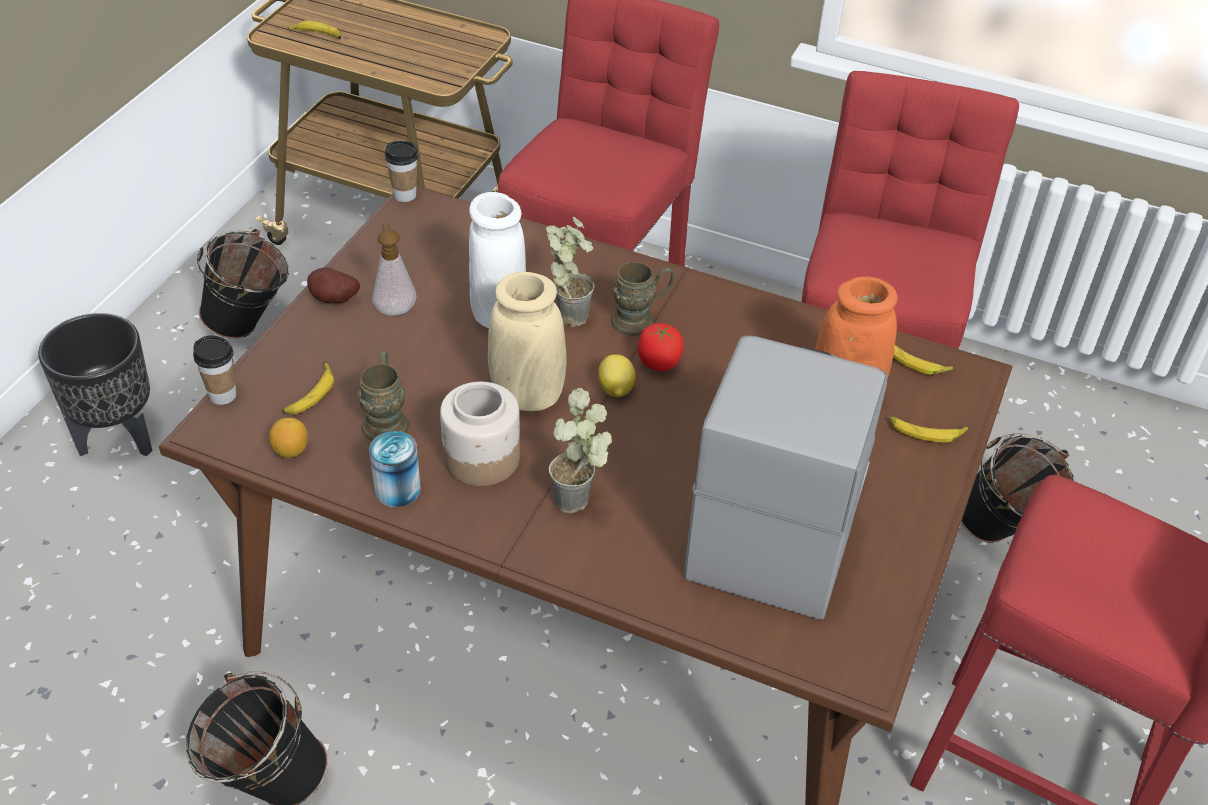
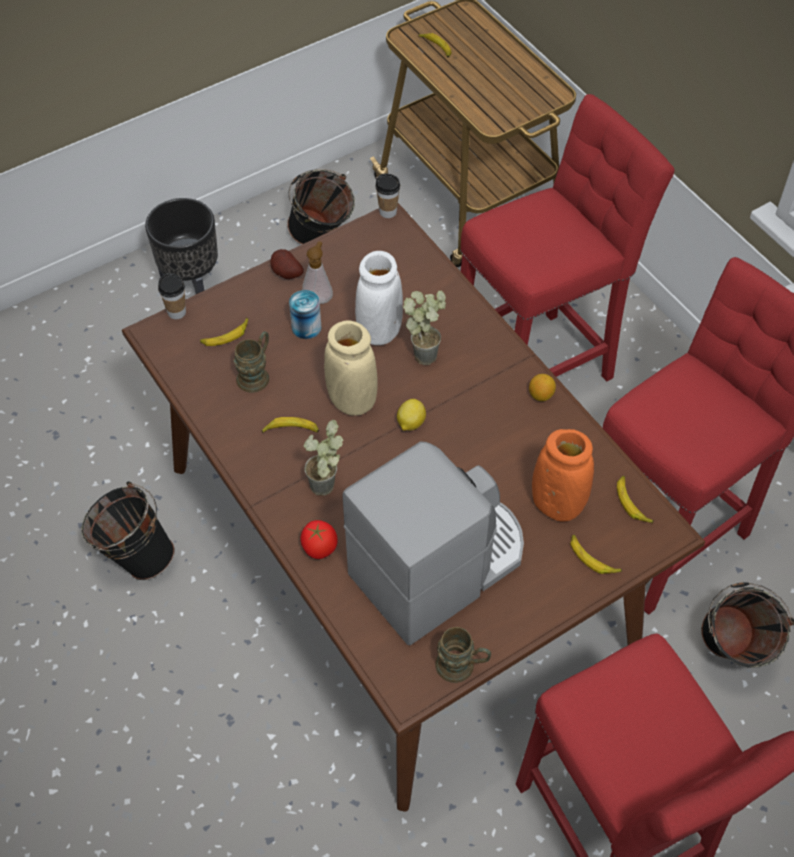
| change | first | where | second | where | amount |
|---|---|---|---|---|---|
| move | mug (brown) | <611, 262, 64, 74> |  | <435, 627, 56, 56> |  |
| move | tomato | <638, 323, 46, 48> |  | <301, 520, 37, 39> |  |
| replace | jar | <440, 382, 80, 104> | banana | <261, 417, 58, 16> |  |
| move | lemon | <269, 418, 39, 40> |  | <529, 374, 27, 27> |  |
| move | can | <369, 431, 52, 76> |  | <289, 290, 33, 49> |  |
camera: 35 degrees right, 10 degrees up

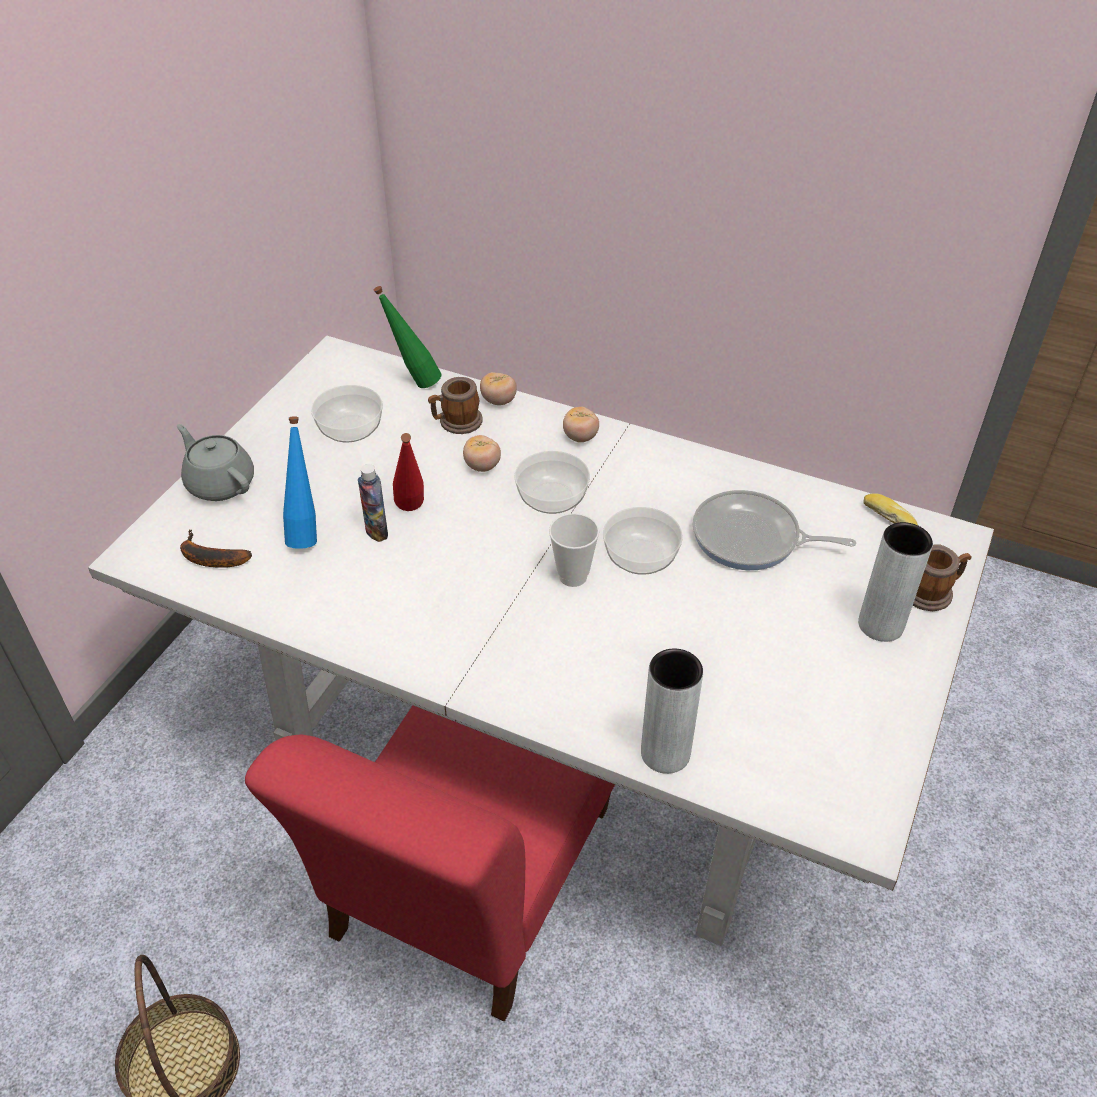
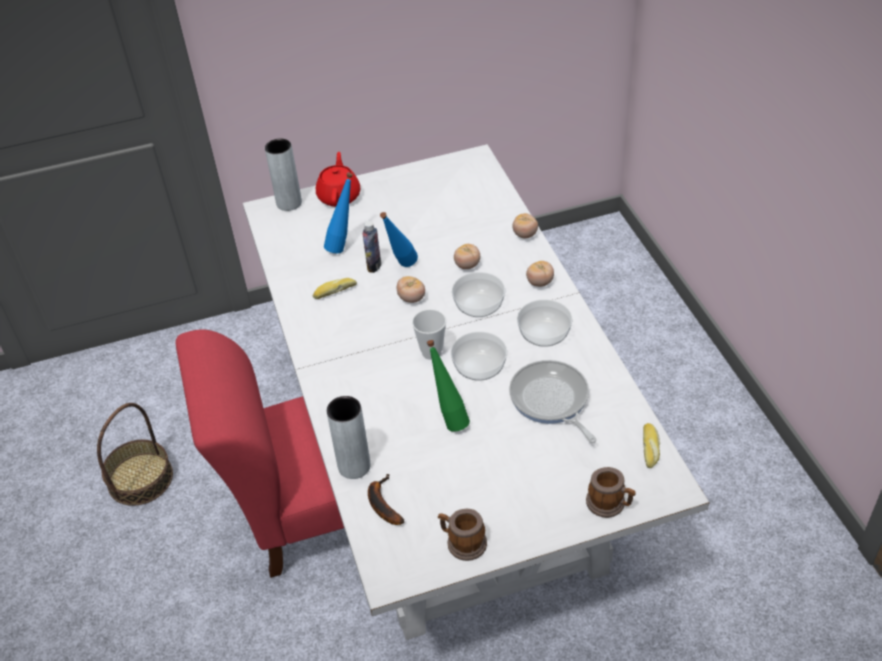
| change | first | where | second | where | amount |
|---|---|---|---|---|---|
| move | bottle (green) | <374, 286, 67, 102> |  | <427, 340, 43, 92> |  |
| move | mug | <428, 377, 55, 57> |  | <438, 509, 49, 52> |  |
| move | bowl | <311, 385, 72, 57> |  | <517, 300, 55, 47> |  |
| recolor | teapot (grey) | <177, 424, 77, 77> | teapot (red) | <316, 152, 44, 55> |  |
| recolor | bottle (red) | <393, 433, 31, 78> | bottle (blue) | <380, 212, 38, 55> |  |
| move | vase (grey) | <858, 522, 75, 120> |  | <265, 138, 37, 73> |  |
| move | banana | <180, 529, 72, 39> |  | <368, 474, 36, 51> |  |
| insert |  |  | tomato | <397, 276, 28, 27> |  |
| insert |  |  | bread | <312, 278, 45, 21> |  |
camera: 50 degrees right, 0 degrees up

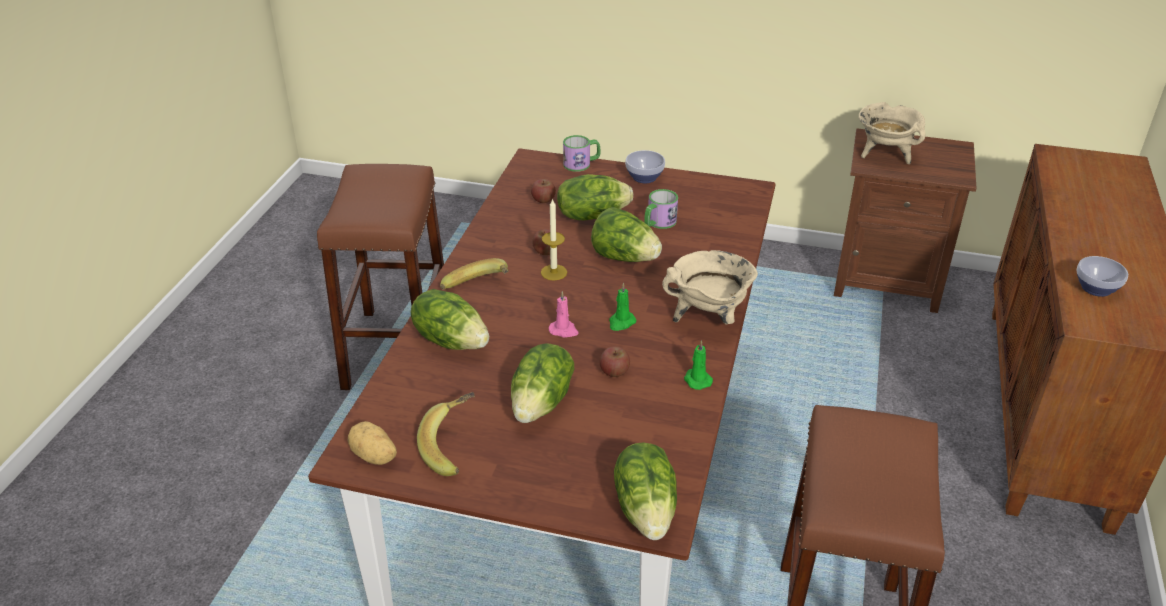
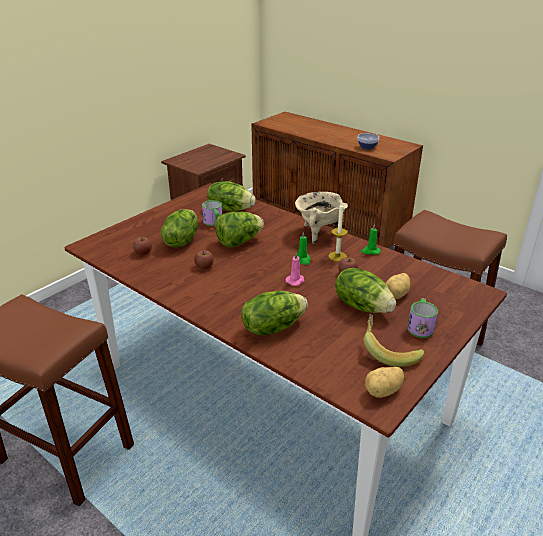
| change | first | where | second | where | amount |
|---|---|---|---|---|---|
| delete | cooking pot (beige) | <859, 102, 67, 62> |  |  |  |
| move | mug | <563, 135, 38, 37> |  | <407, 298, 31, 40> |  |
| delete | bowl | <625, 150, 40, 33> |  |  |  |
| move | candle | <541, 198, 26, 83> |  | <328, 203, 20, 58> |  |
| delete | banana | <440, 258, 69, 31> |  |  |  |
| move | lettuce | <614, 442, 63, 98> |  | <207, 181, 48, 30> |  |
| insert |  |  | potato | <385, 273, 25, 26> |  |
camera: 65 degrees left, 5 degrees down

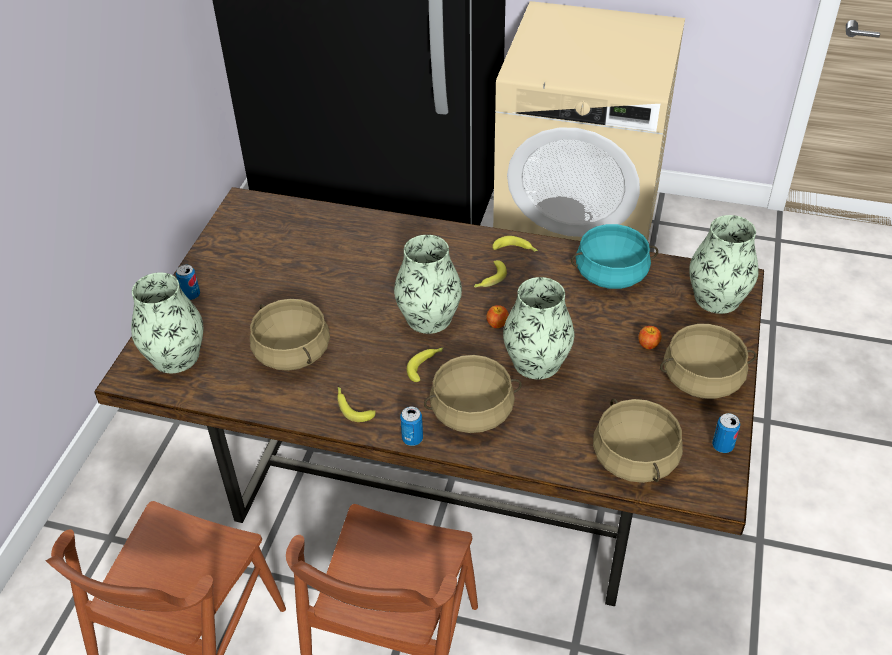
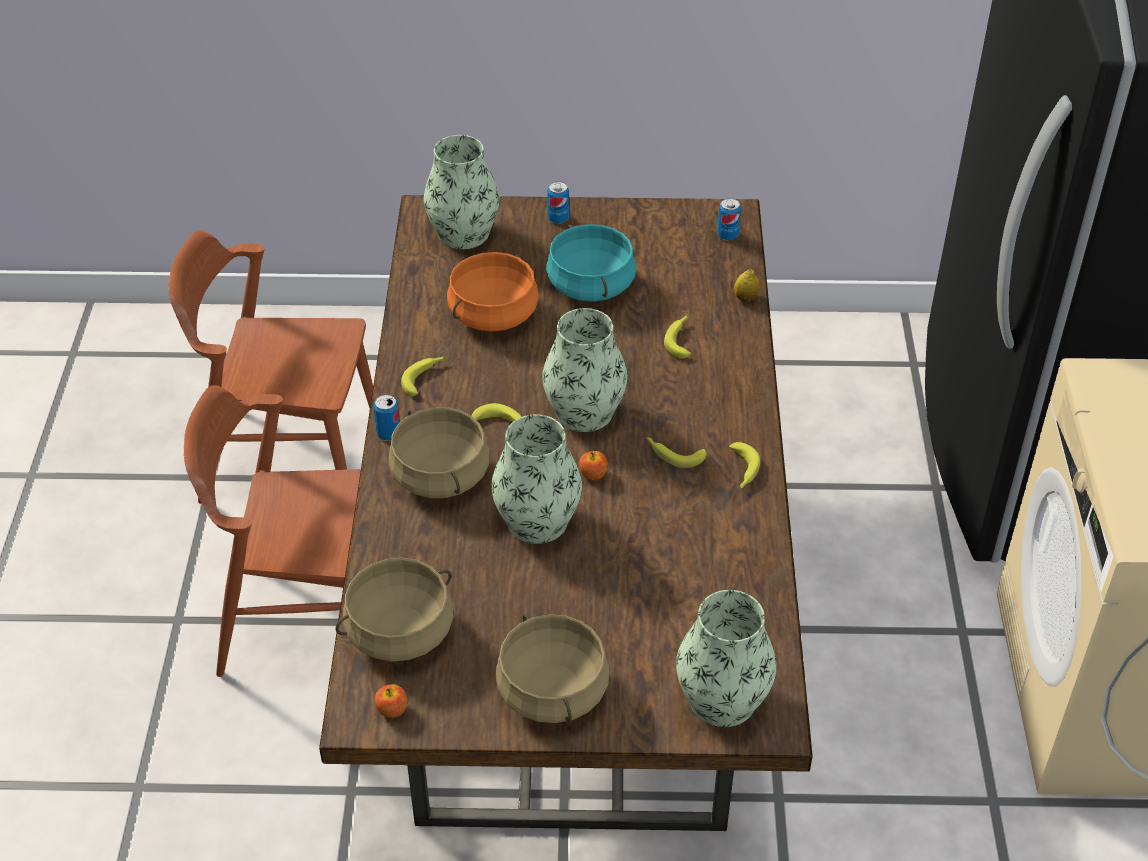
| change | first | where | second | where | amount |
|---|---|---|---|---|---|
| move | cooking pot (turquoise) | <571, 224, 87, 65> |  | <546, 224, 90, 78> |  |
| recolor | cooking pot (beige) | <250, 299, 80, 72> | cooking pot (orange) | <447, 252, 92, 80> |  |
| move | apple | <638, 326, 24, 23> |  | <375, 684, 32, 34> |  |
| move | can | <712, 413, 28, 40> |  | <717, 198, 24, 43> |  |
| insert |  |  | lemon | <734, 269, 26, 33> |  |
| insert |  |  | banana | <664, 315, 27, 43> |  |
camera: 75 degrees right, 0 degrees up

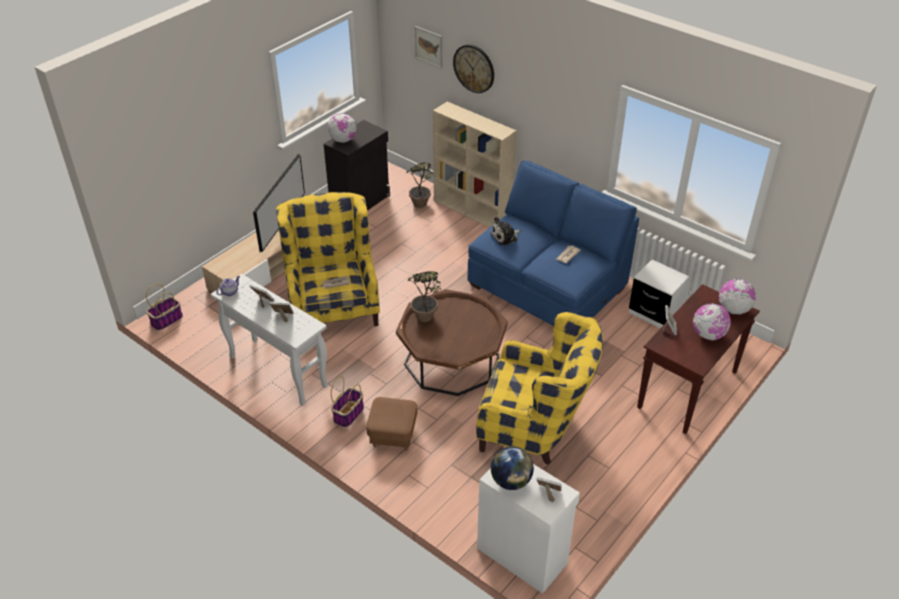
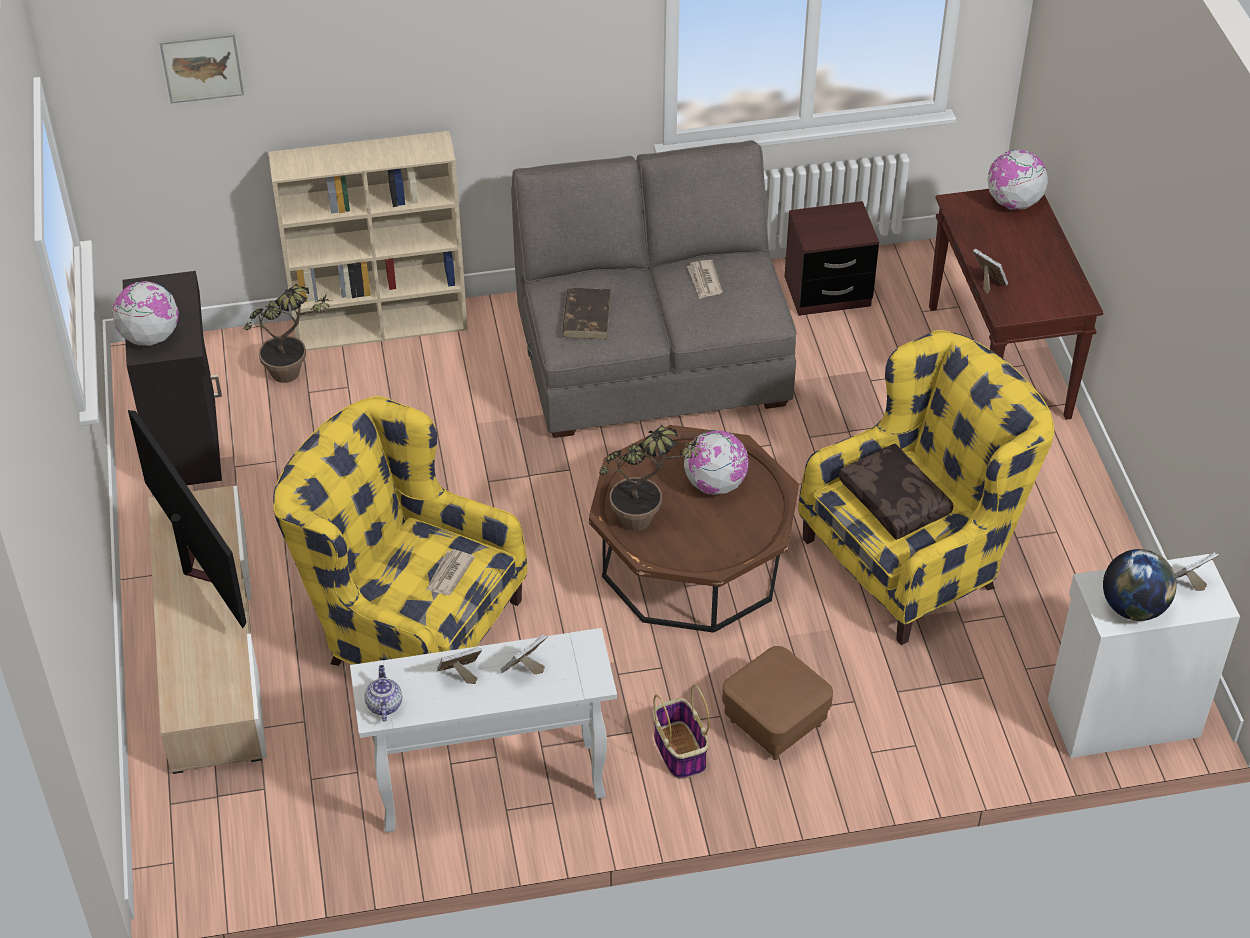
| change | first | where | second | where | amount |
|---|---|---|---|---|---|
| delete | wall clock | <453, 44, 41, 49> |  |  |  |
| recolor | sofa (blue) | <468, 160, 171, 165> | sofa (grey) | <511, 140, 286, 298> |  |
| replace | plush toy | <490, 217, 31, 28> | book (brown) | <562, 288, 49, 51> |  |
| recolor | nightstand (white) | <629, 259, 61, 69> | nightstand (brown) | <784, 201, 95, 115> |  |
| delete | basket | <146, 284, 37, 47> |  |  |  |
| move | globe | <693, 303, 38, 37> |  | <684, 430, 65, 65> |  |
| insert |  |  | pillow (brown) | <839, 444, 114, 96> |  |
camera: 50 degrees left, 5 degrees up

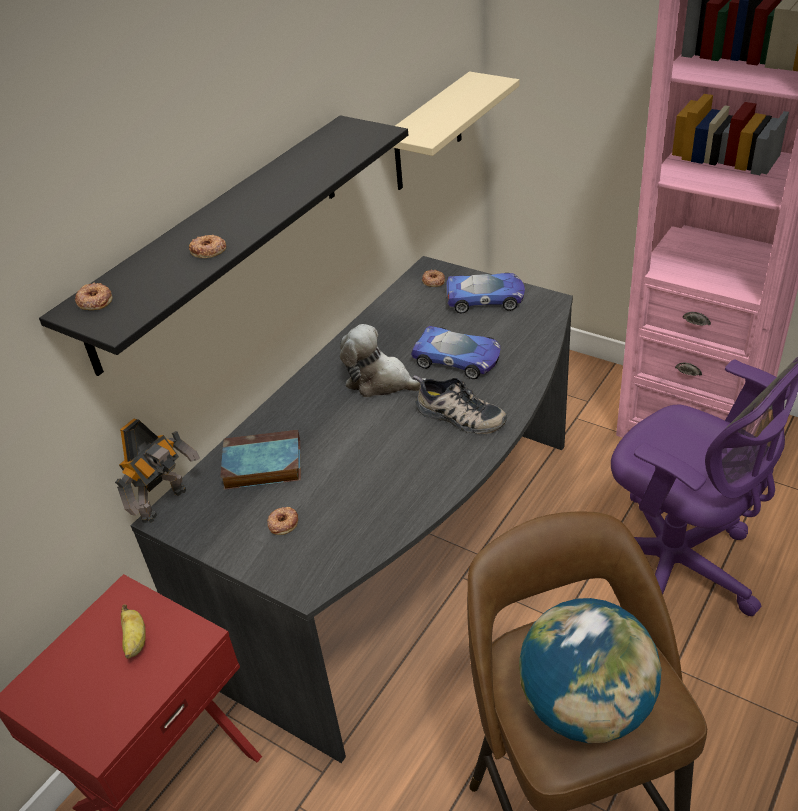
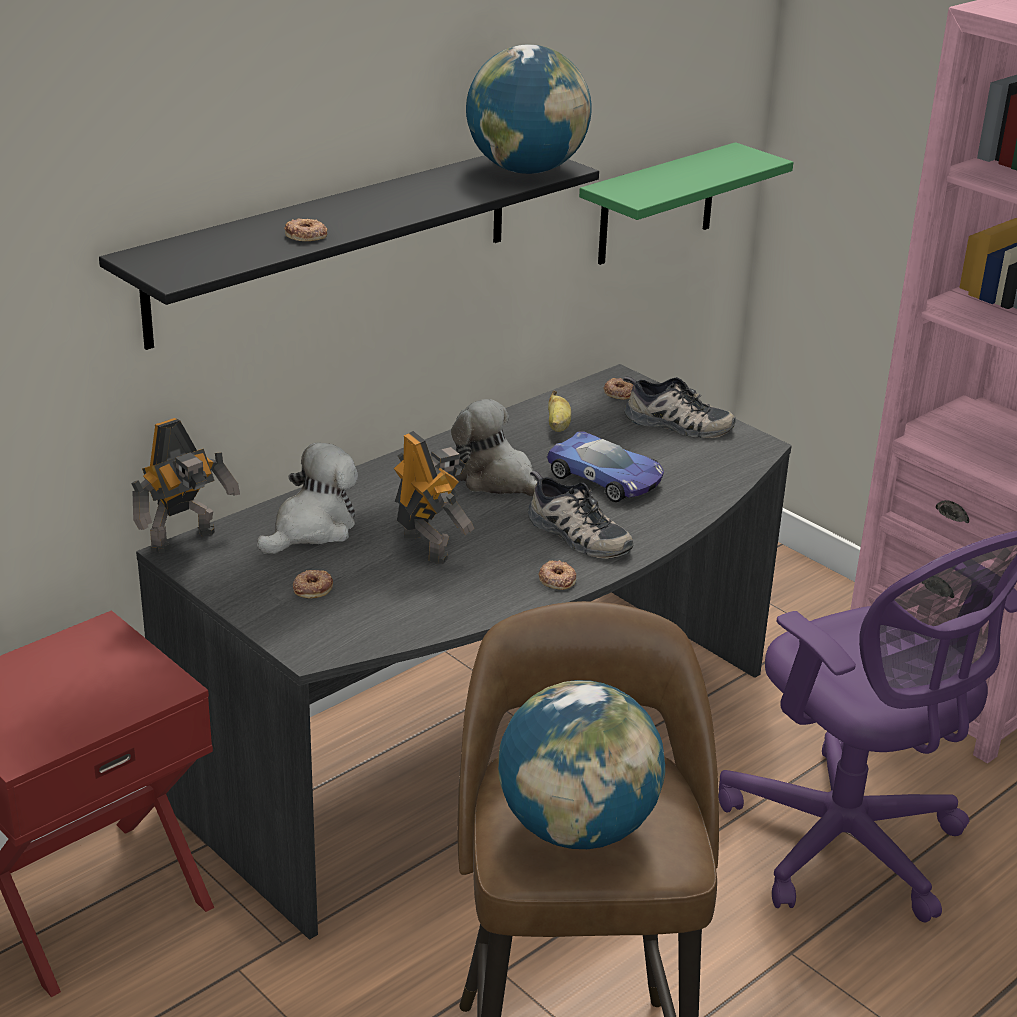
| change | first | where | second | where | amount |
|---|---|---|---|---|---|
| recolor | shelf (beige) | <393, 72, 126, 118> | shelf (green) | <579, 142, 214, 123> |  |
| replace | toy car | <446, 273, 79, 40> | shoe | <623, 377, 113, 61> |  |
| move | donut | <75, 283, 38, 27> |  | <538, 560, 38, 30> |  |
| replace | book | <220, 430, 81, 60> | plush toy | <257, 442, 101, 112> |  |
| move | banana | <121, 604, 25, 55> |  | <548, 391, 23, 41> |  |
| insert |  |  | globe | <466, 44, 126, 130> |  |
| insert |  |  | toy robot | <393, 431, 81, 133> |  |
camera: 10 degrees right, 10 degrees down

